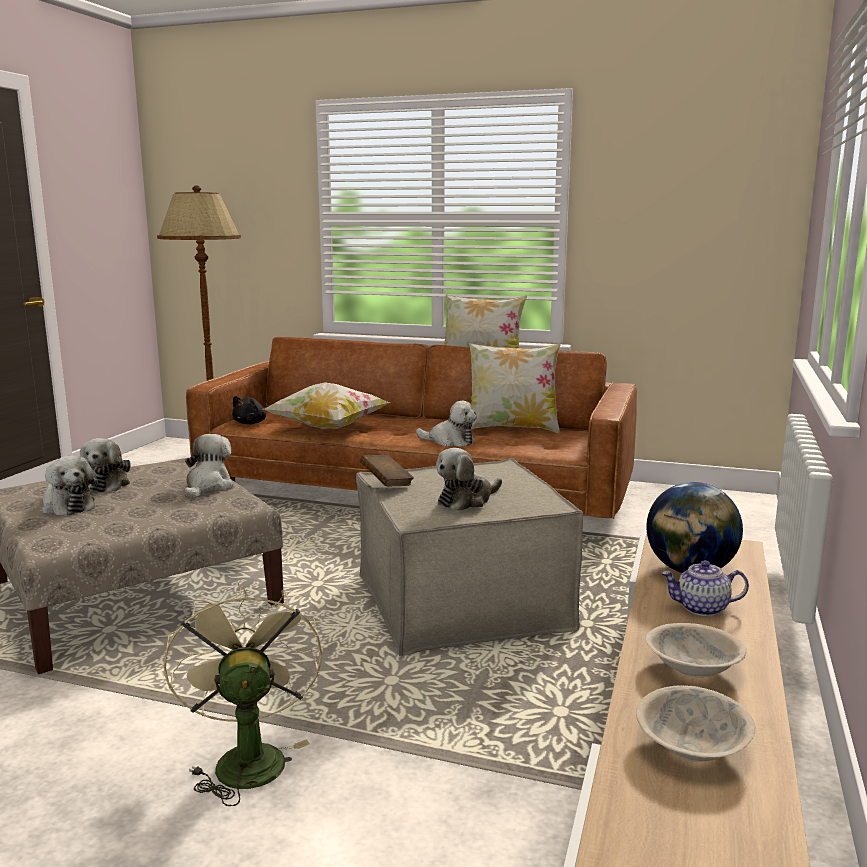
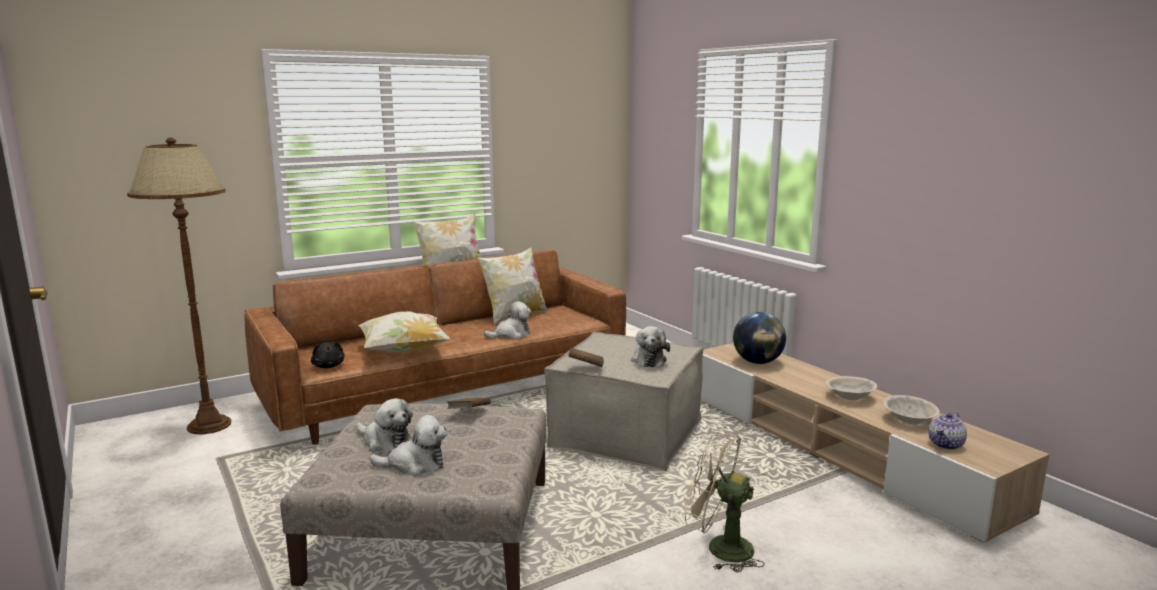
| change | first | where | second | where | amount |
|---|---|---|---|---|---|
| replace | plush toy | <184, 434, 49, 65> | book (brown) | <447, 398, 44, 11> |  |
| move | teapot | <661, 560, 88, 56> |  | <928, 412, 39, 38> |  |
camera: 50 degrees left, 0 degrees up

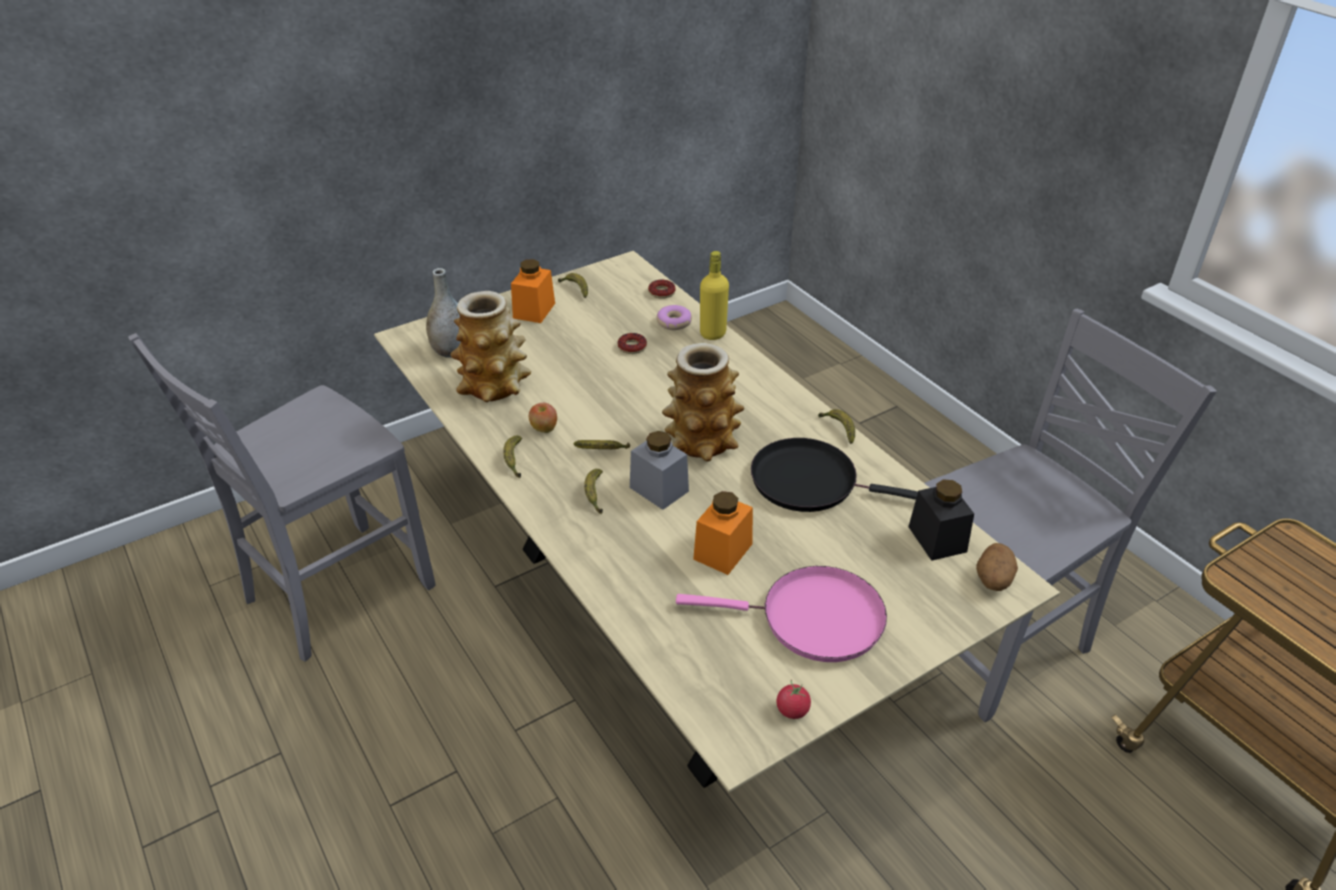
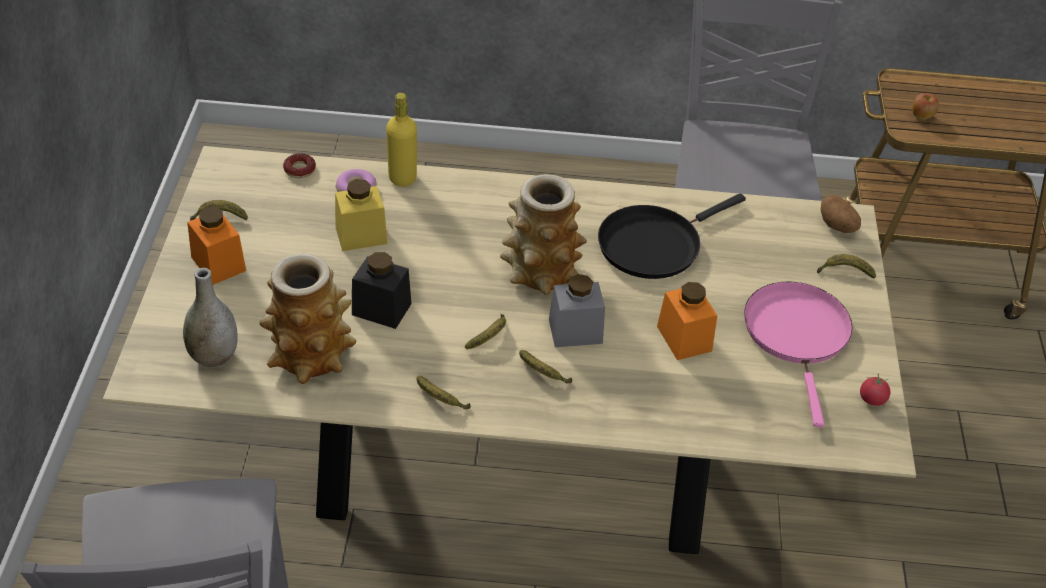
| change | first | where | second | where | amount |
|---|---|---|---|---|---|
| replace | donut | <618, 333, 29, 21> | jar (yellow) | <335, 179, 53, 72> |  |
| move | apple | <529, 403, 28, 30> |  | <912, 93, 27, 27> |  |
| move | banana | <818, 409, 37, 35> |  | <817, 254, 59, 24> |  |
| move | jar (black) | <909, 480, 65, 81> |  | <352, 252, 60, 77> |  |
| rotate | frying pan (pink) | <676, 566, 211, 96> |  | <744, 281, 109, 146> | 45 degrees counterclockwise |
camera: 55 degrees left, 5 degrees up

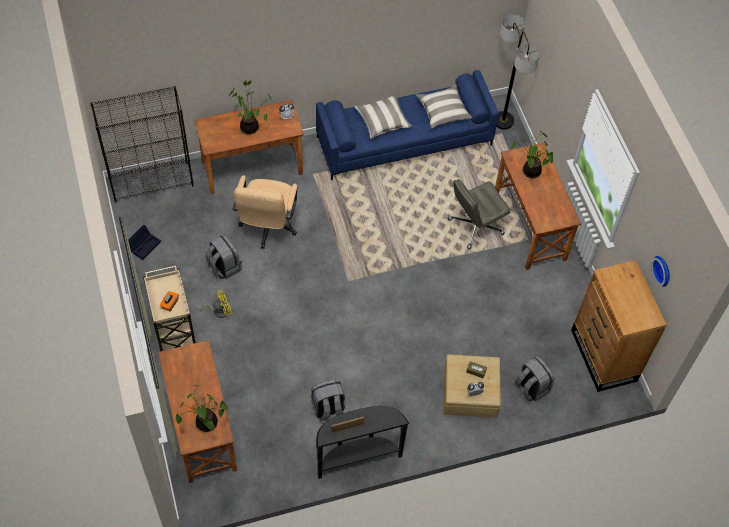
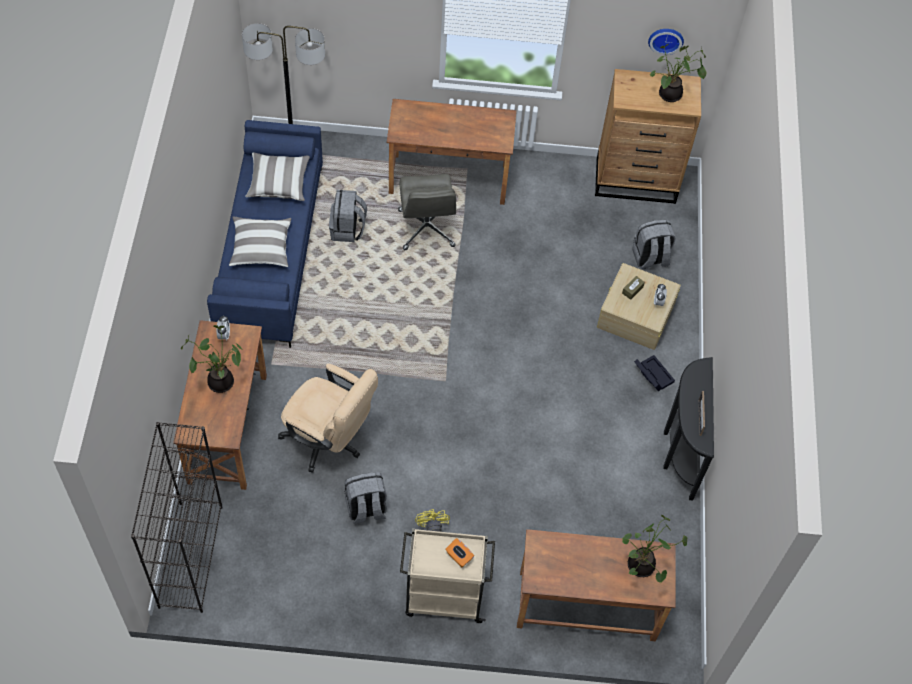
| change | first | where | second | where | amount |
|---|---|---|---|---|---|
| move | potted plant | <510, 131, 43, 47> |  | <650, 44, 56, 58> |  |
| move | storage box (black) | <128, 225, 33, 35> |  | <634, 355, 41, 37> |  |
| move | backpack (grey) | <311, 379, 34, 42> |  | <329, 190, 38, 52> |  |
camera: 70 degrees left, 0 degrees up

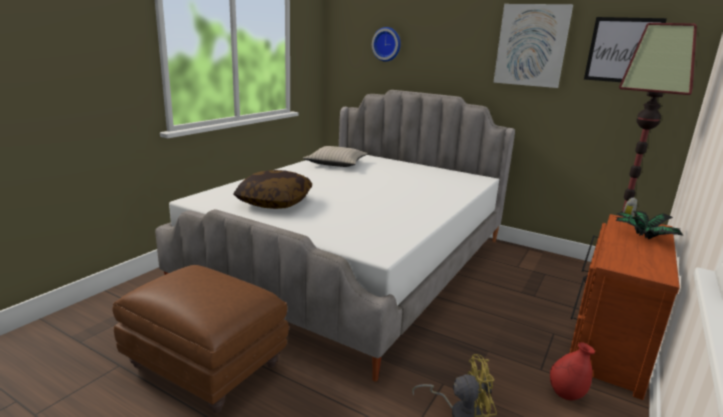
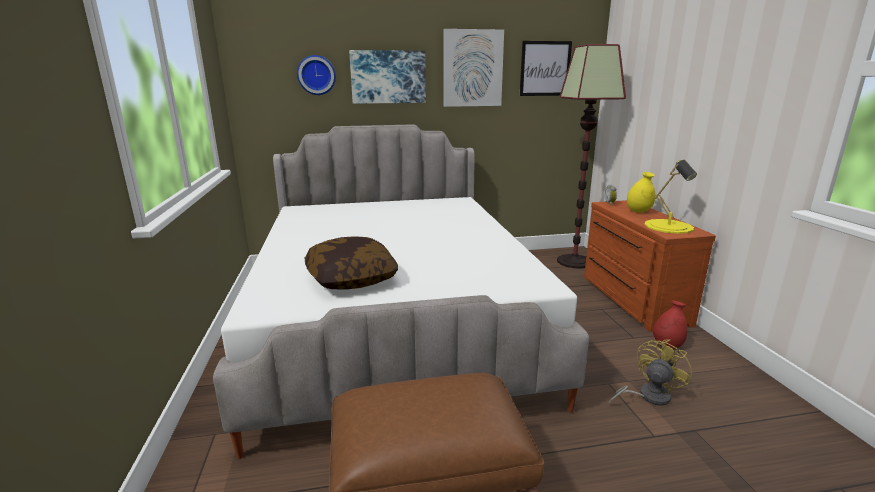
| change | first | where | second | where | amount |
|---|---|---|---|---|---|
| delete | pillow (beige) | <302, 146, 66, 21> |  |  |  |
| replace | potted plant | <615, 211, 68, 28> | vase (yellow) | <627, 172, 28, 41> |  |
| insert |  |  | picture | <349, 50, 77, 54> |  |
| insert |  |  | table lamp (yellow) | <644, 160, 53, 74> |  |
camera: 40 degrees left, 0 degrees up

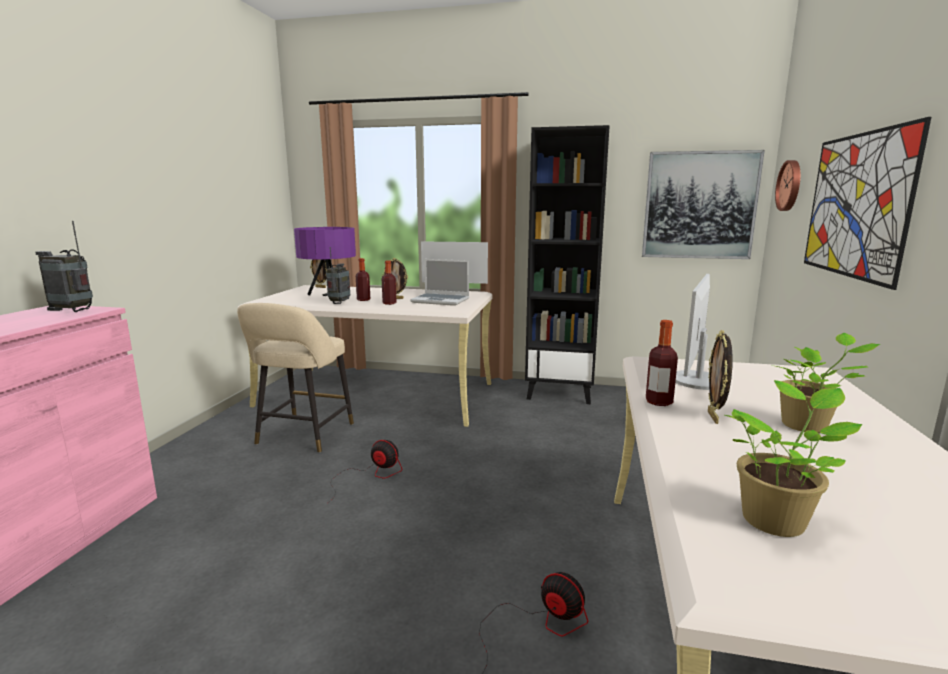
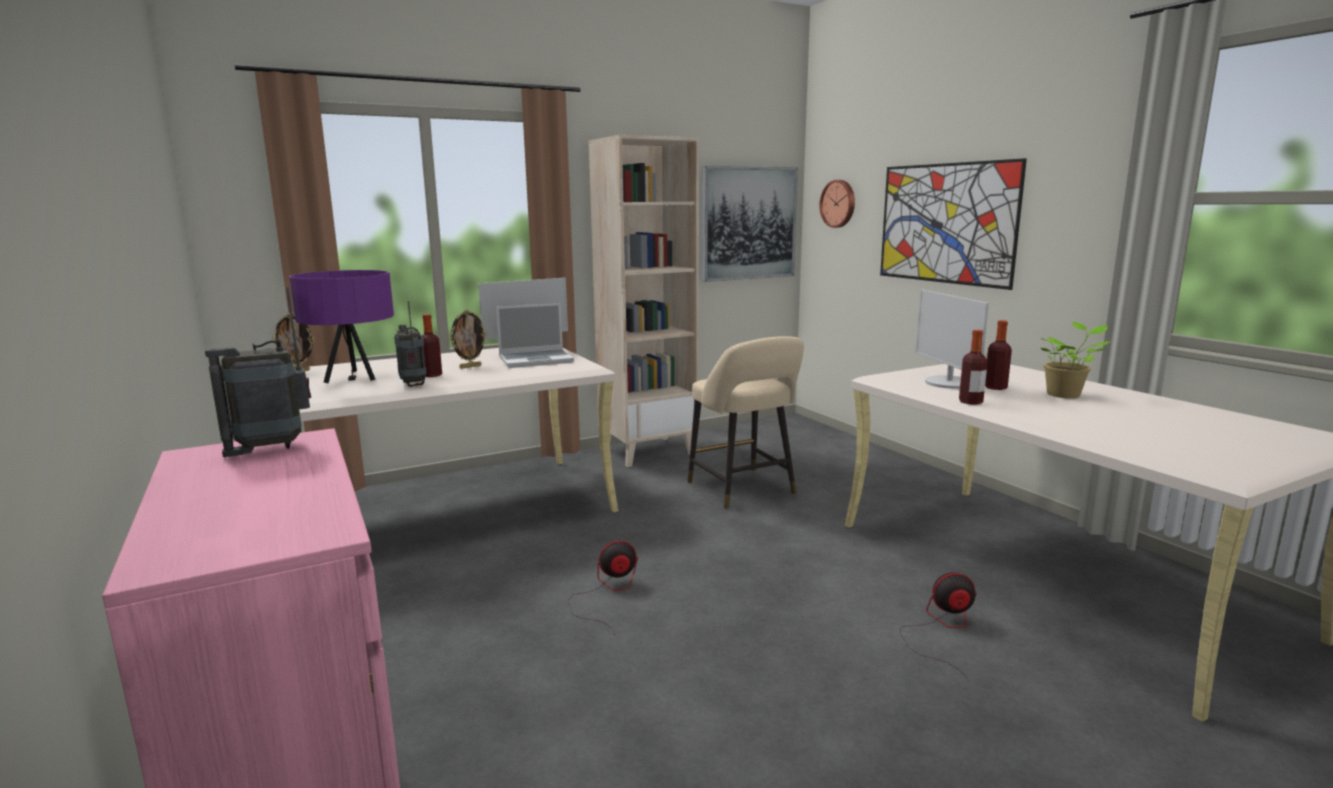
| change | first | where | second | where | amount |
|---|---|---|---|---|---|
| recolor | bookcase (black) | <525, 125, 85, 279> | bookcase (beige) | <588, 135, 111, 332> |  |
| move | bottle | <382, 260, 15, 45> |  | <985, 320, 27, 70> |  |
| move | stool (beige) | <237, 303, 117, 150> |  | <687, 336, 117, 173> |  |
| delete | picture frame | <708, 330, 25, 94> |  |  |  |
| delete | potted plant | <724, 380, 139, 157> |  |  |  |
camera: 40 degrees left, 0 degrees up

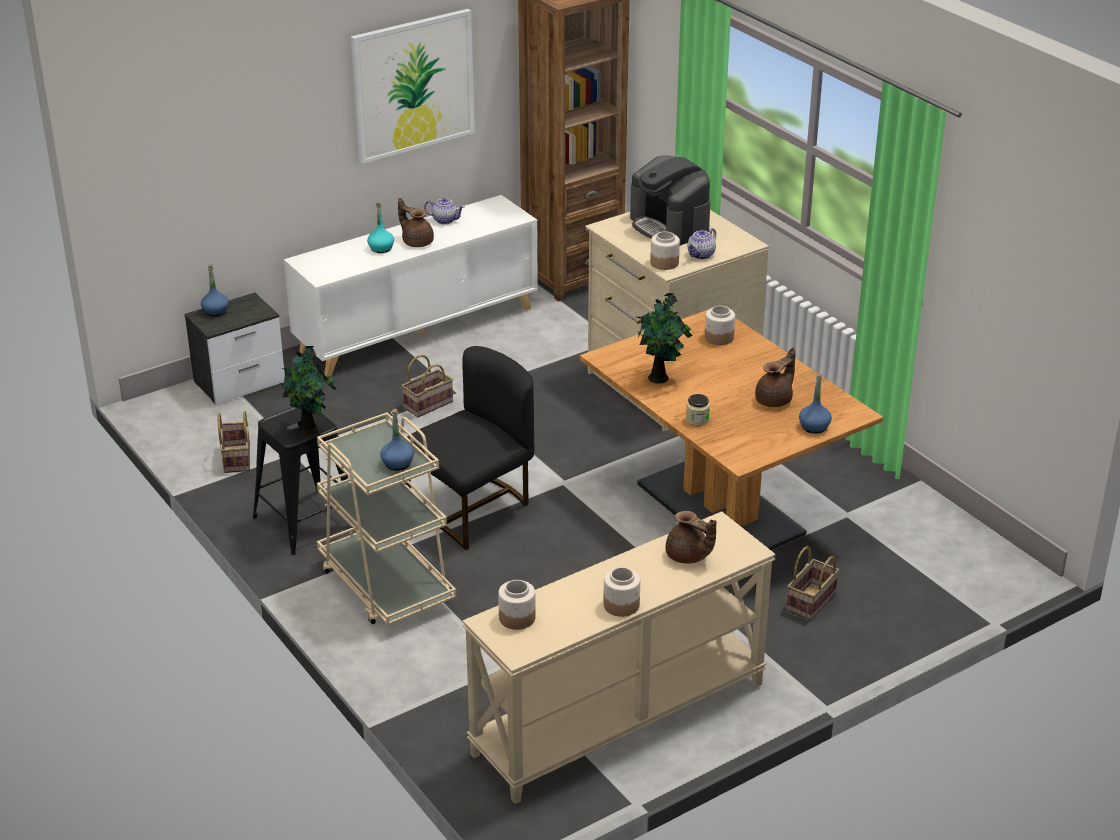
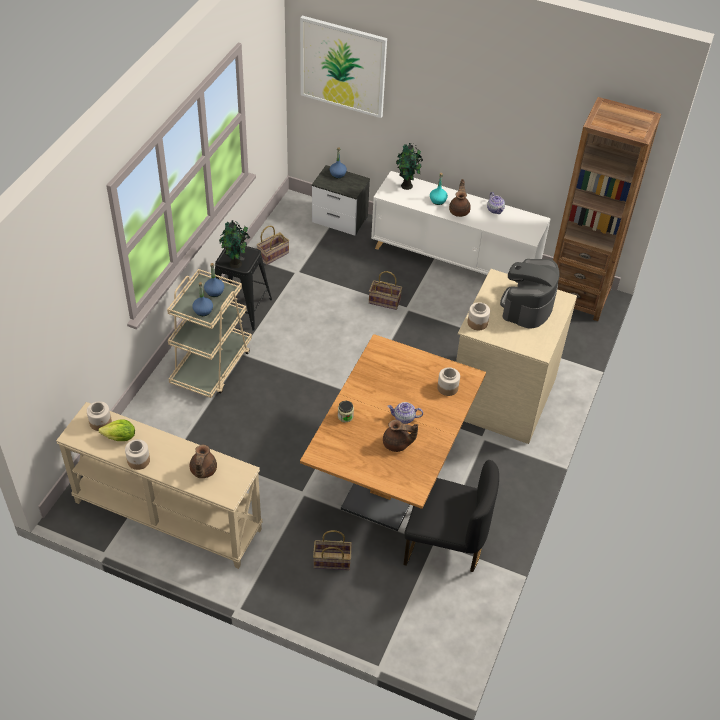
| change | first | where | second | where | amount |
|---|---|---|---|---|---|
| move | picture | <351, 9, 124, 155> |  | <300, 16, 87, 102> |  |
| move | teapot | <687, 228, 29, 31> |  | <387, 402, 36, 22> |  |
| move | potted plant | <637, 293, 55, 91> |  | <396, 143, 27, 47> |  |
| move | chair (black) | <406, 346, 128, 204> |  | <404, 460, 95, 112> |  |
| move | bottle (blue) | <799, 373, 33, 61> |  | <204, 263, 20, 34> |  |
| insert |  |  | lettuce | <98, 419, 37, 22> |  |
camera: 55 degrees right, 15 degrees up

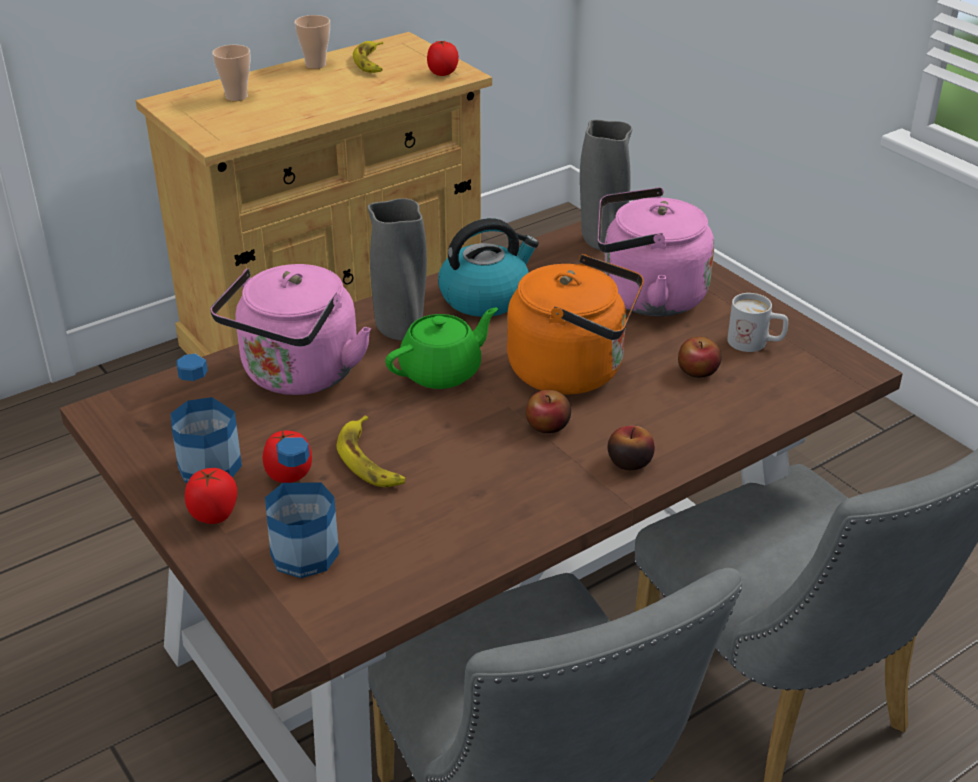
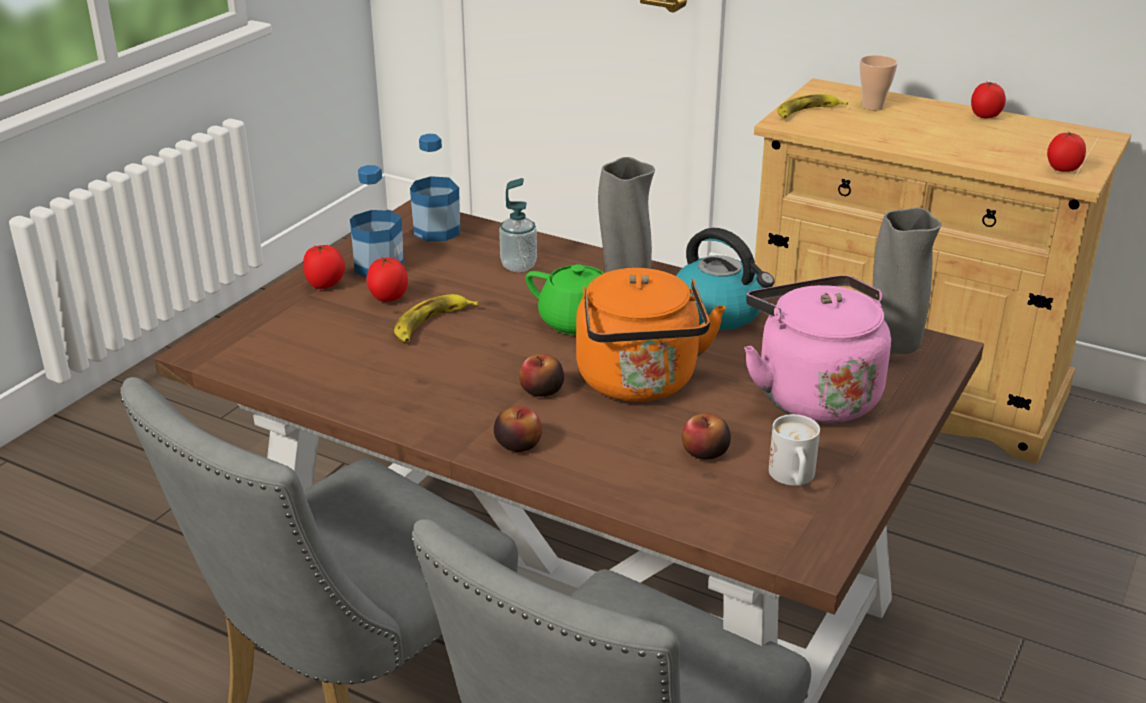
| change | first | where | second | where | amount |
|---|---|---|---|---|---|
| replace | cup | <294, 15, 36, 54> | tomato | <971, 82, 35, 36> |  |
| move | banana | <353, 41, 30, 32> |  | <777, 94, 71, 24> |  |
| replace | kettle (pink) | <210, 264, 161, 131> | soap dispenser | <499, 178, 38, 94> |  |
| move | bottle | <265, 437, 74, 141> |  | <410, 134, 50, 107> |  |
camera: 65 degrees right, 5 degrees down

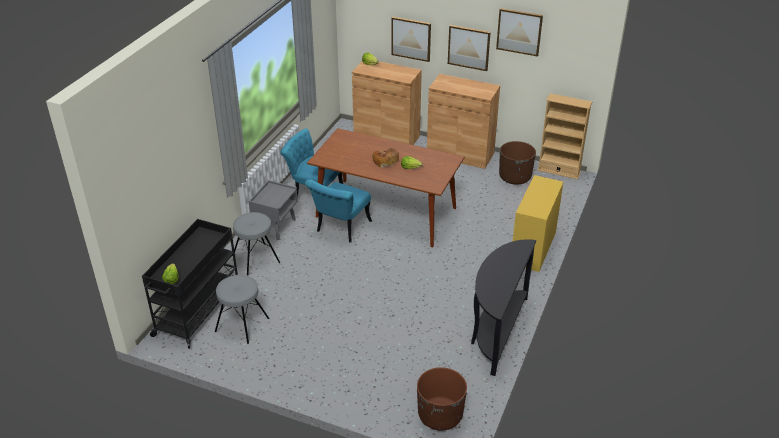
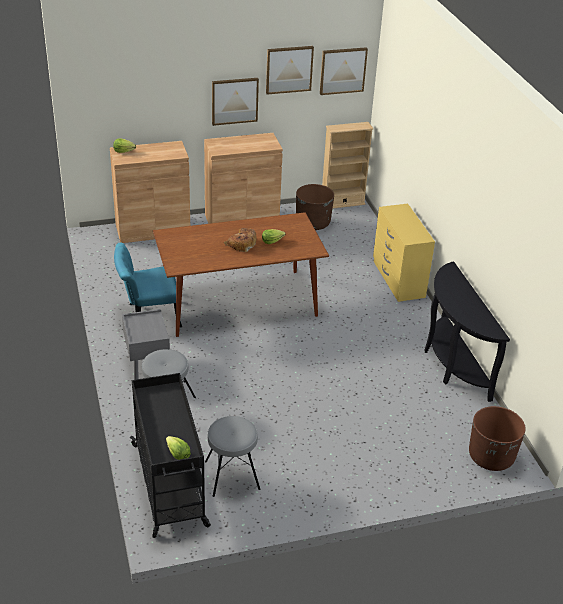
| change | first | where | second | where | amount |
|---|---|---|---|---|---|
| move | picture | <391, 17, 40, 45> |  | <320, 47, 48, 48> |  |
| delete | chair (turquoise) | <305, 179, 67, 63> |  |  |  |
camera: 40 degrees left, 0 degrees up

